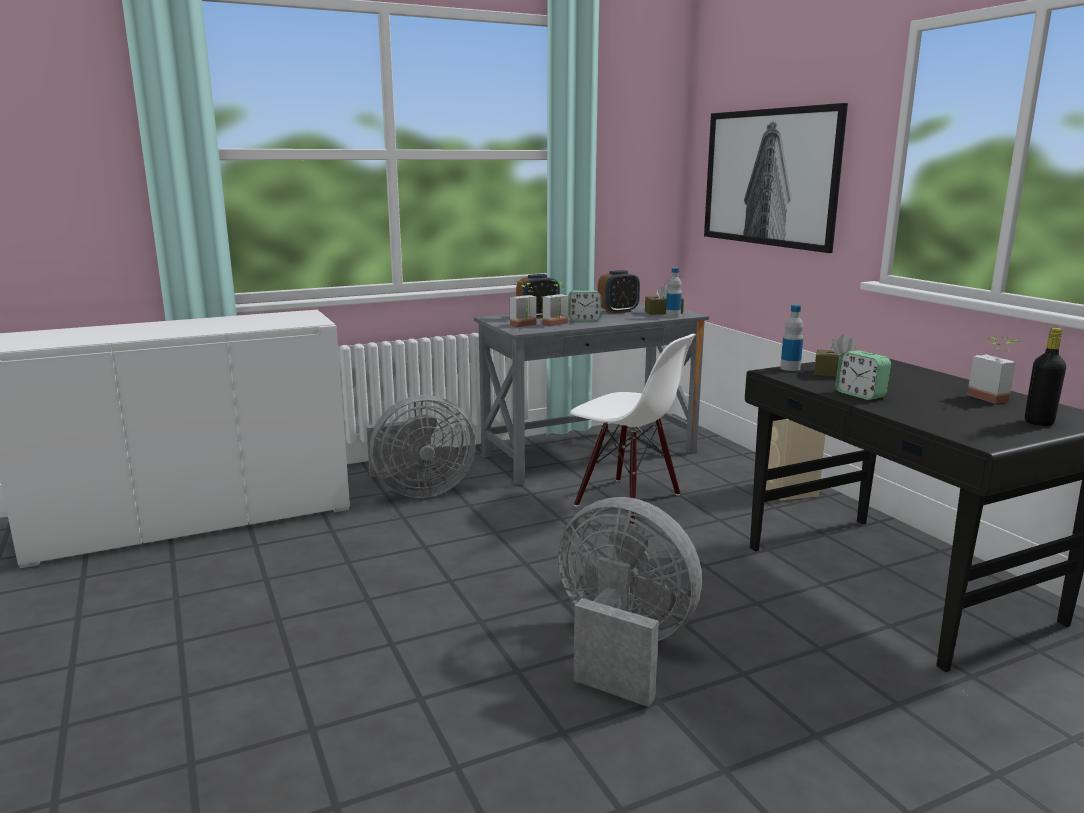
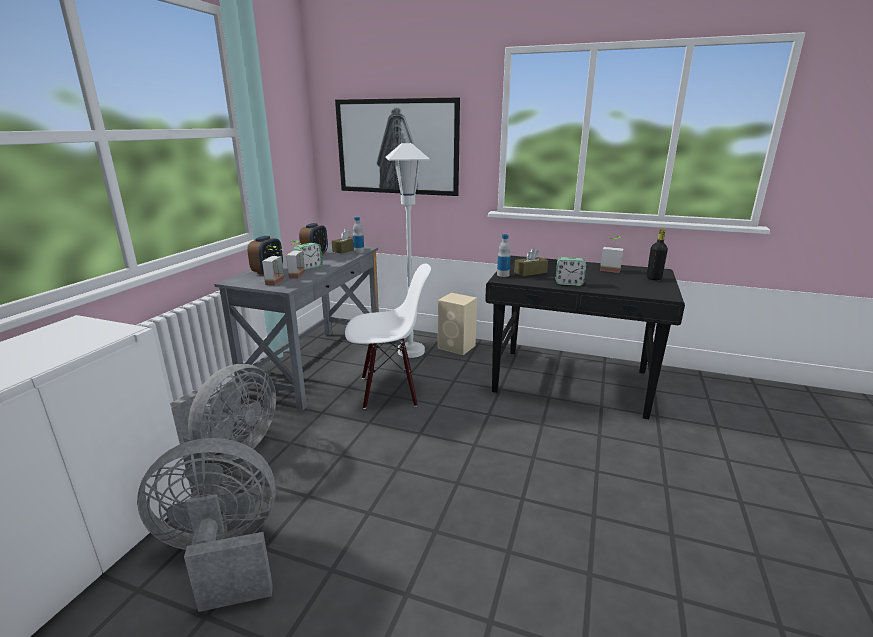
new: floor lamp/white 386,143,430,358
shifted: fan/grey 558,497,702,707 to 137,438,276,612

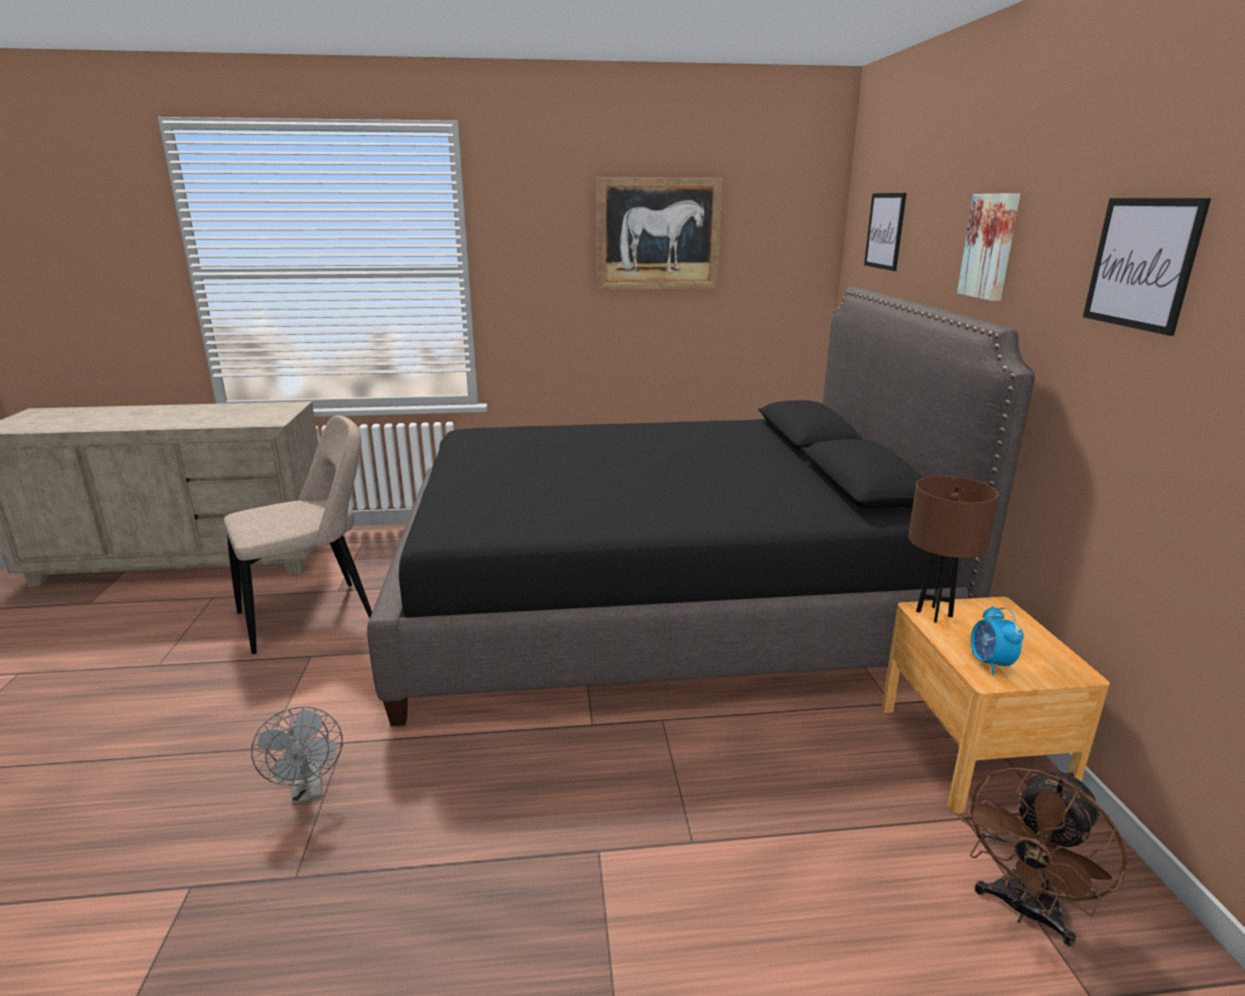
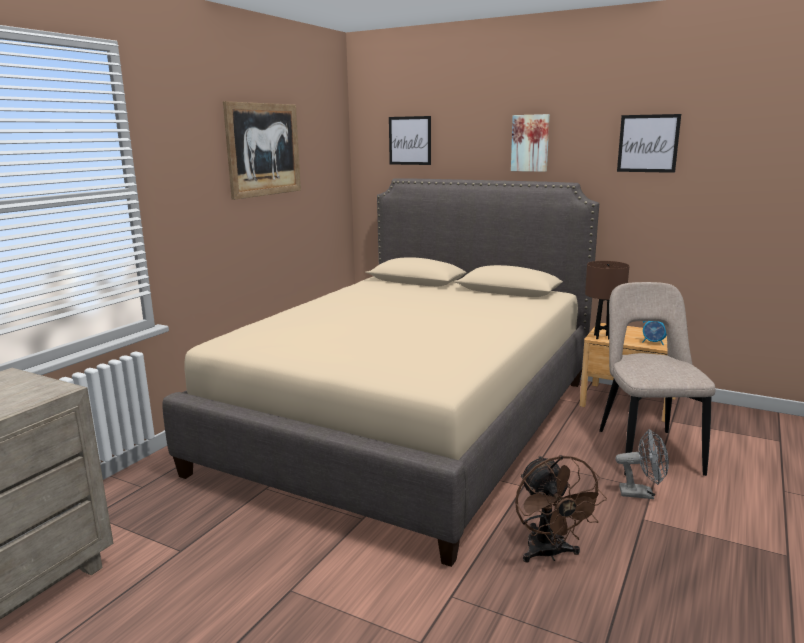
shifted: chair/beige 224,415,372,654 to 599,282,716,476; fan/grey 251,707,343,805 to 615,429,669,499; fan/brown 961,768,1127,946 to 515,455,607,562
repainted: bed/black 367,286,1035,726 to bed/beige 162,178,599,567

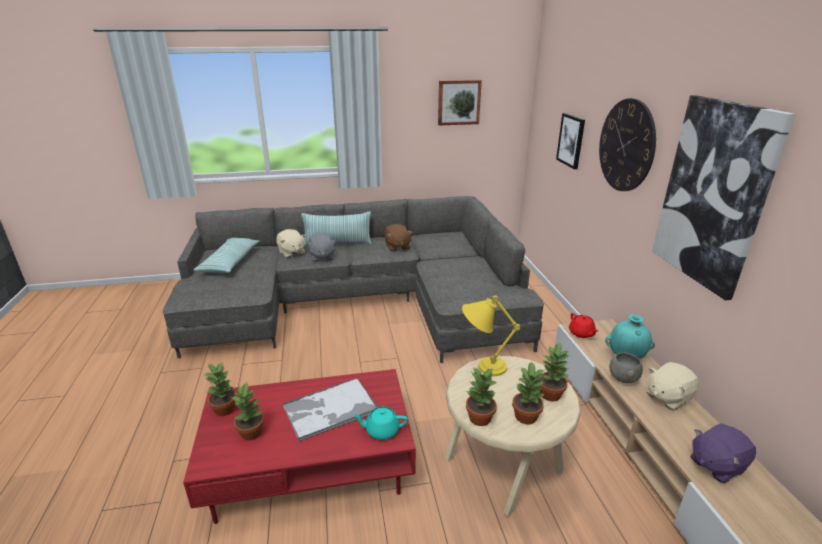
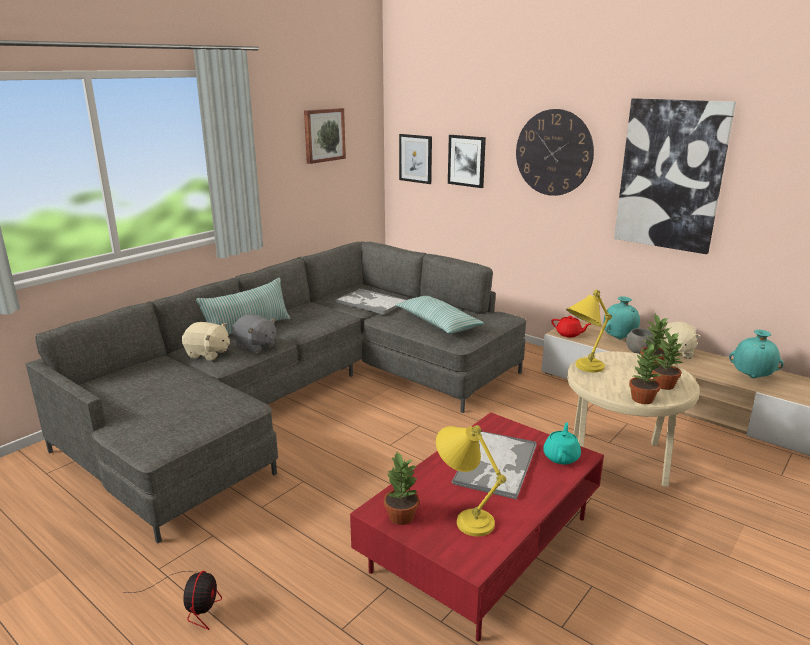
gone: plush toy/brown 384,224,412,252
new: fan 125,571,222,630; tray 335,289,406,315; picture 399,134,432,184
shifted: pillow 193,238,260,273 to 395,296,484,334
swapped: potted plant 231,382,264,440 to table lamp/yellow 436,425,506,537; plush toy/purple 690,423,756,484 to vase/turquoise 729,330,784,378
rotated: teapot/turquoise 353,406,408,440 = 543,422,581,464 150 degrees clockwise

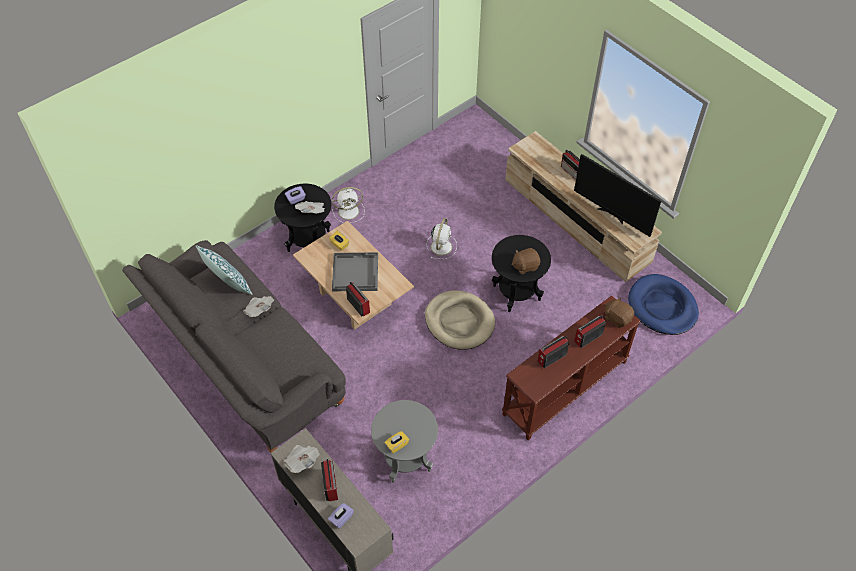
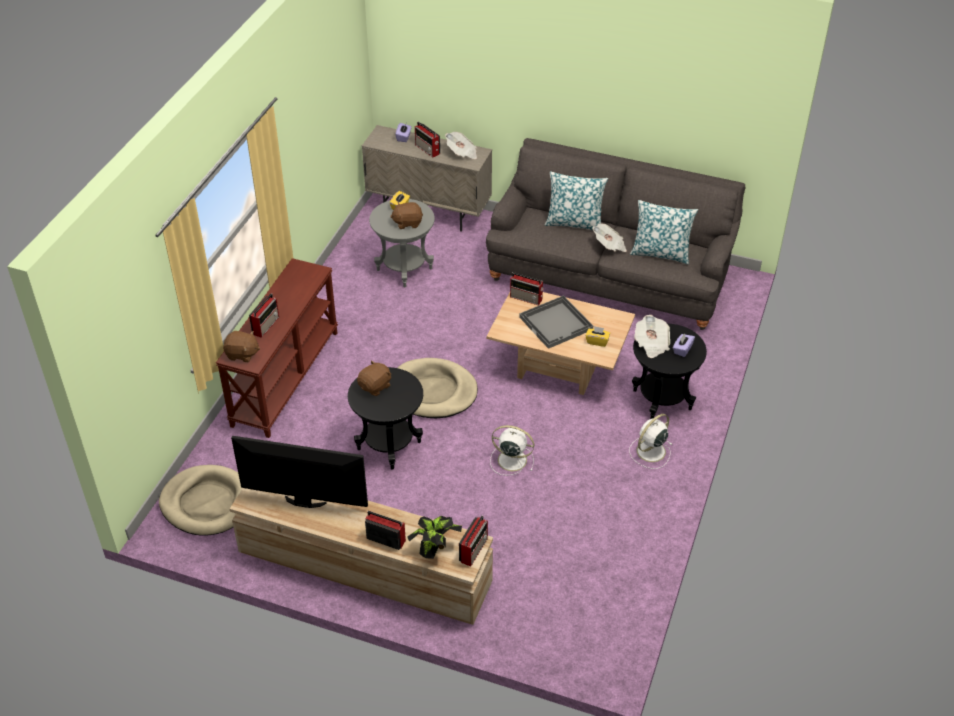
new: plush toy/brown 390,202,423,229; potted plant 407,516,462,559; pillow 545,172,608,230
shifted: radio 538,336,569,368 to 459,516,488,566
repainted: dog bed/blue 628,274,699,335 to dog bed/beige 159,465,242,536
rotated: fan/white 427,218,457,259 = 490,425,534,476 120 degrees clockwise

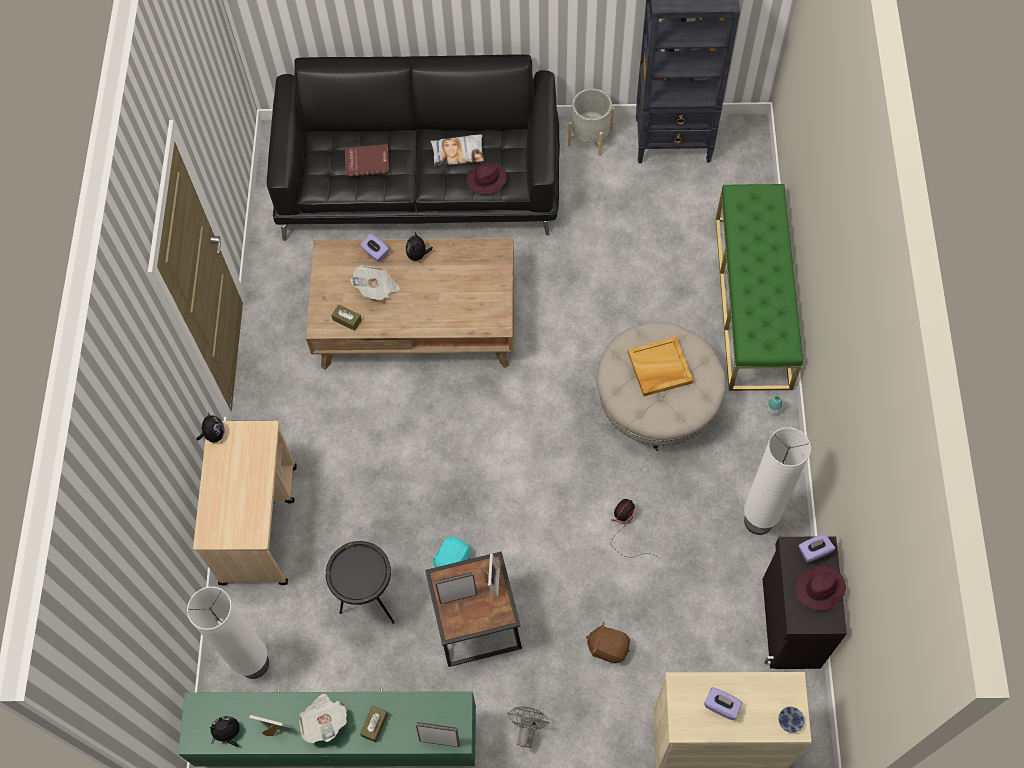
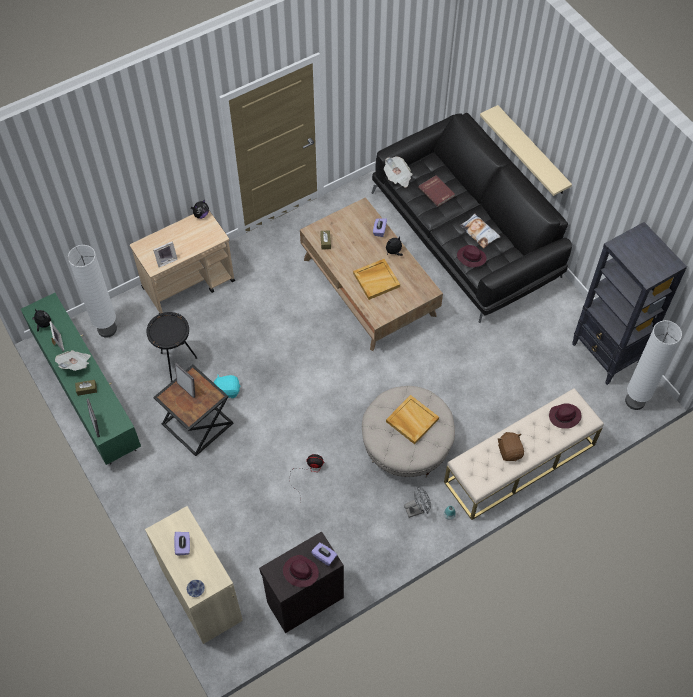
gone: planter/grey 568,89,614,156
new: tray/beige 353,259,400,300; shelf/beige 480,105,572,196; hat/purple 549,403,582,429
shifted: newspaper 350,265,400,301 to 384,156,412,188; picture frame 484,554,500,598 to 153,241,178,268; fan/grey 507,707,549,748 to 404,487,431,518; plush toy/brown 586,622,630,663 to 498,432,524,461; floor lamp/white 744,427,811,535 to 625,320,682,410
repainted: bench/green 716,184,803,391 to bench/beige 444,388,604,520

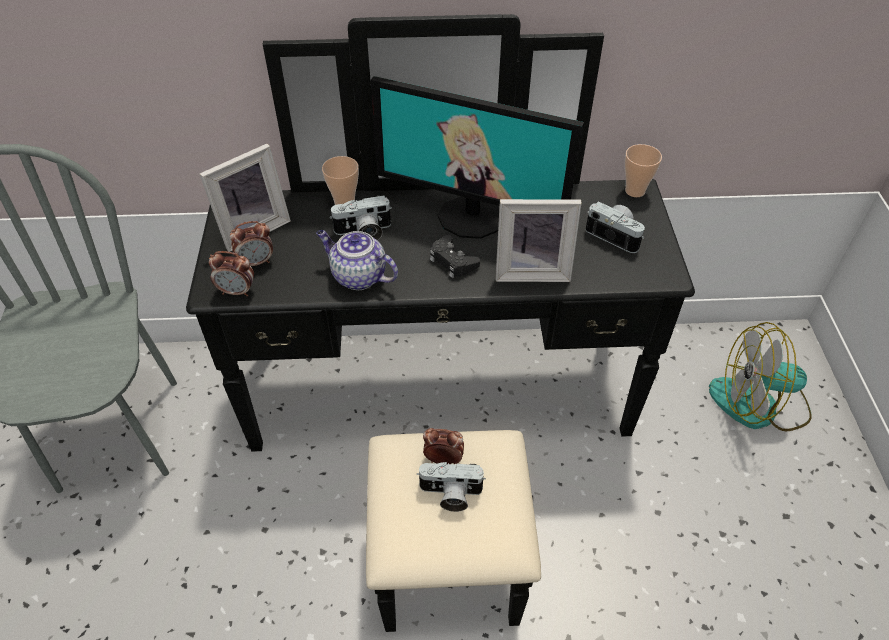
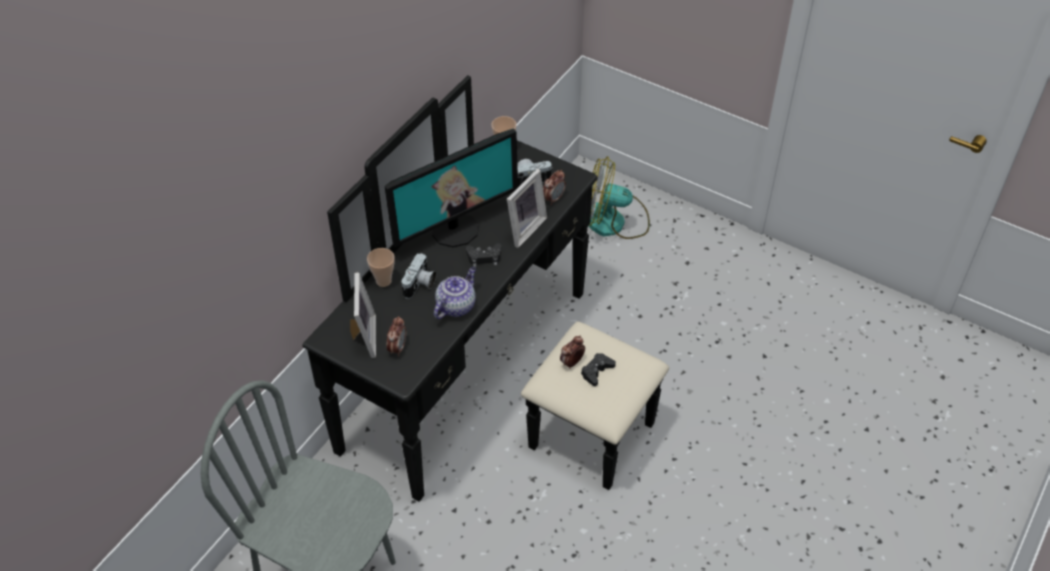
shifted: alarm clock 209,251,254,297 to 543,170,566,205
swapped: photo camera 417,462,486,512 to game controller/black 581,353,616,386
rotated: teapot 316,230,398,290 = 434,267,476,319 150 degrees clockwise; fan 709,322,811,431 = 589,156,650,239 60 degrees clockwise

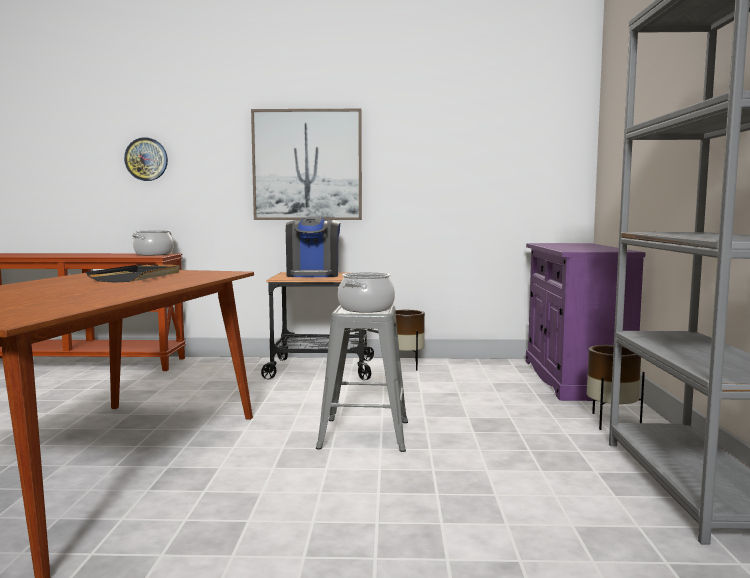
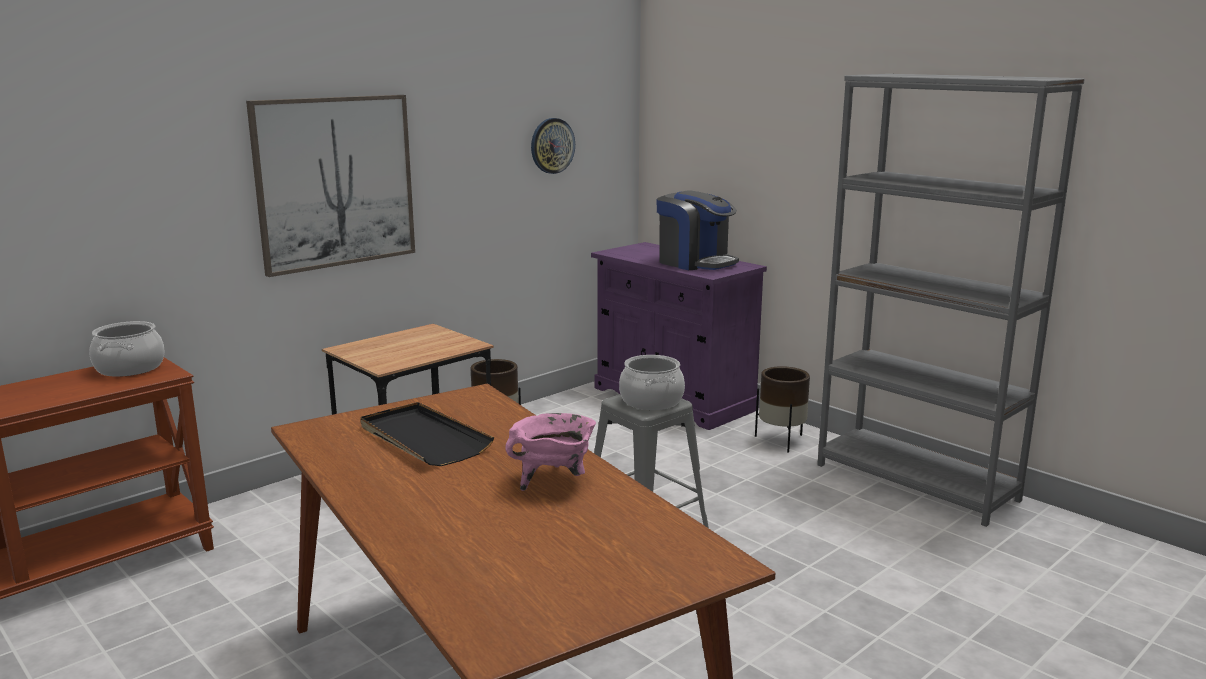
new: cooking pot/pink 505,413,596,491
shifted: wall clock 124,137,168,181 to 531,118,575,174; coffee machine 286,217,340,277 to 656,190,739,270

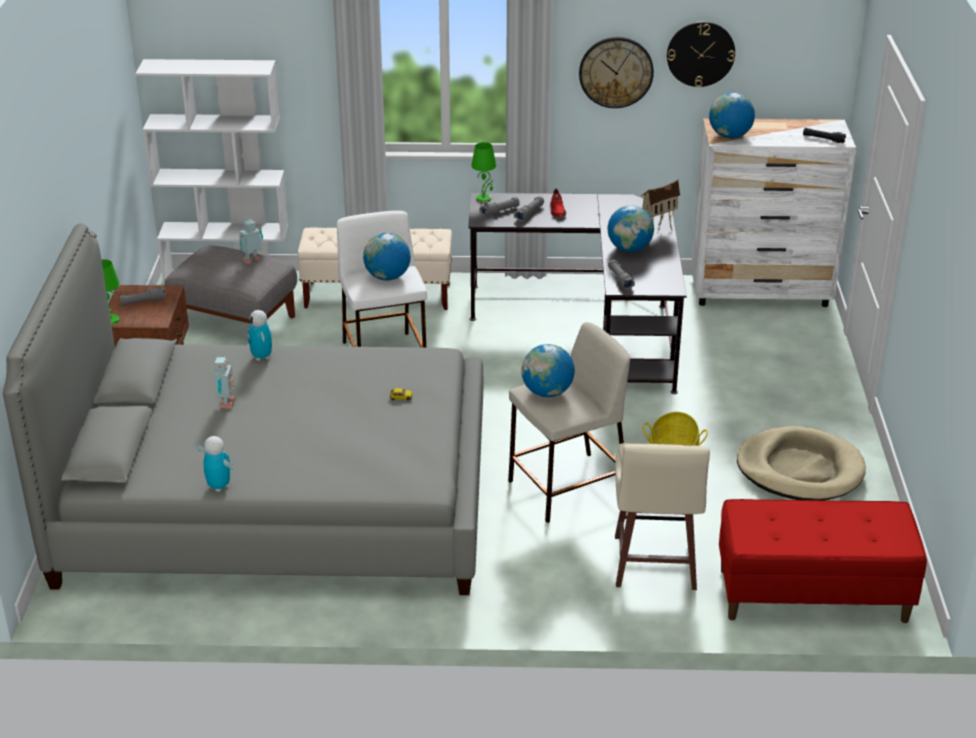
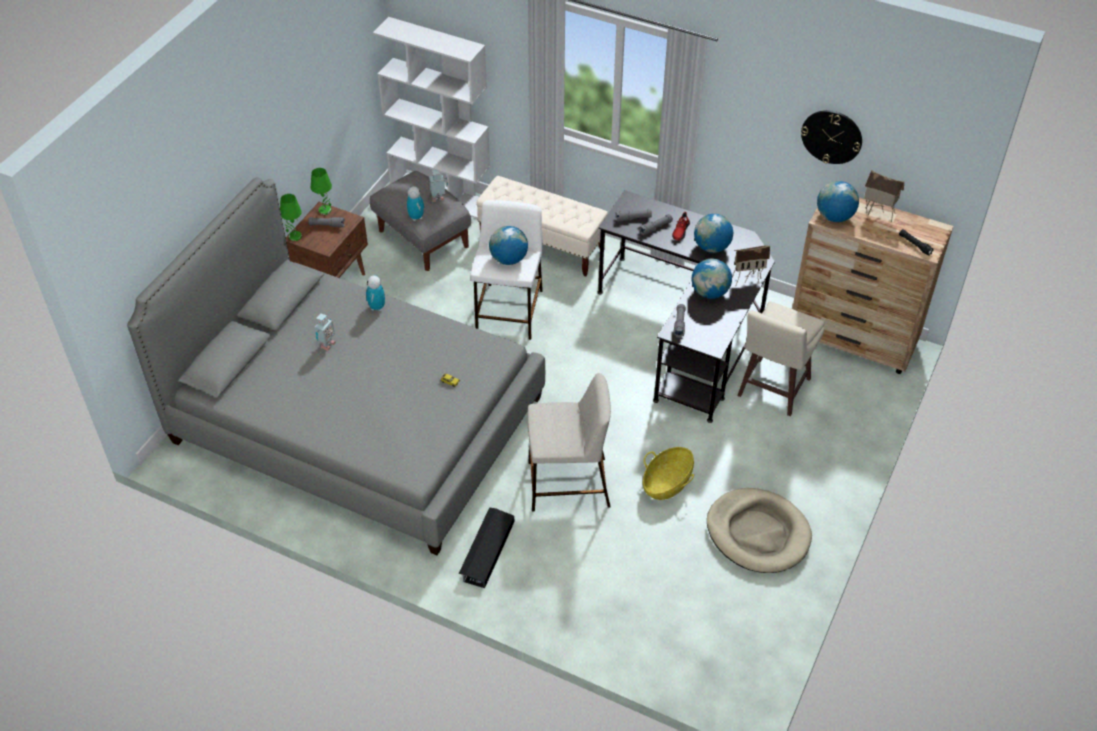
gone: wall clock 579,37,654,108; bench/red 719,499,927,623
new: storage box/black 459,507,514,588; toy house 864,170,904,222
shifted: toy robot 197,436,234,492 to 407,186,424,221; table lamp/green 471,142,496,203 to 311,168,332,215; globe 521,344,575,397 to 694,214,733,253; stool/beige 615,443,710,590 to 737,301,825,416
repainted: dresser/white 691,118,856,307 to dresser/brown 792,198,953,374

